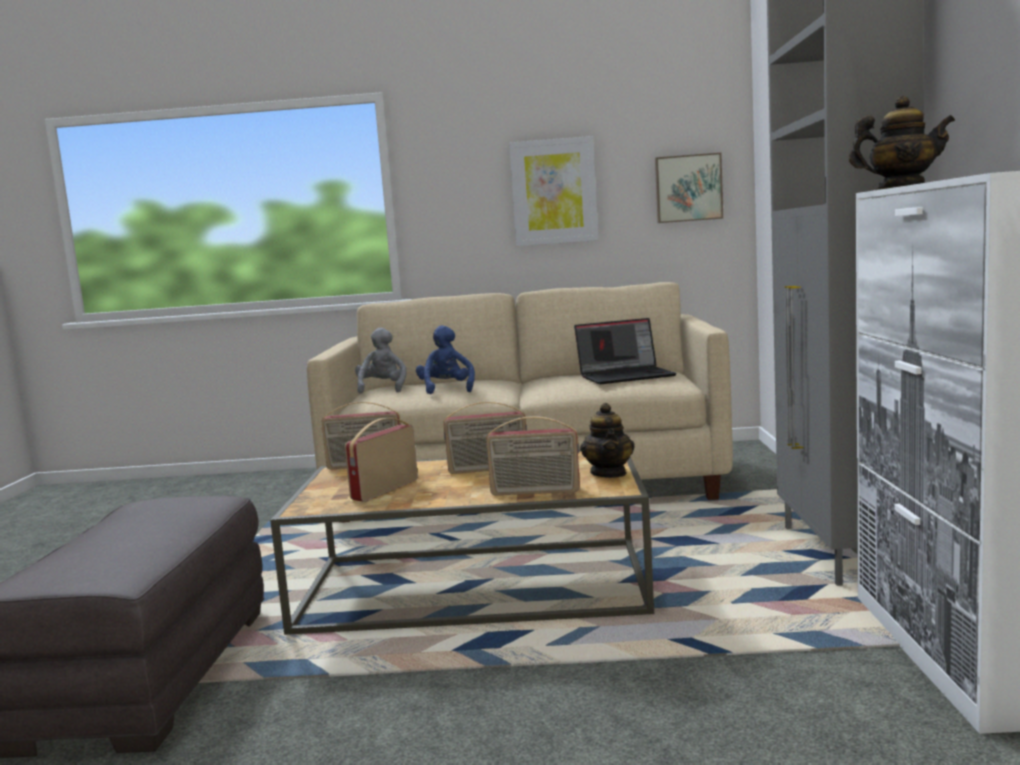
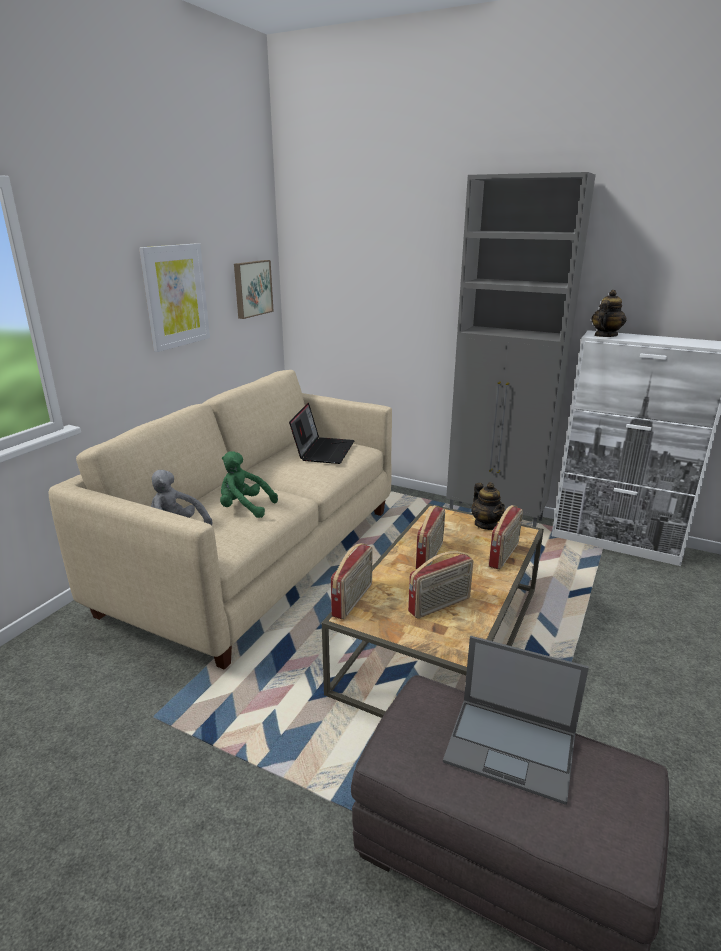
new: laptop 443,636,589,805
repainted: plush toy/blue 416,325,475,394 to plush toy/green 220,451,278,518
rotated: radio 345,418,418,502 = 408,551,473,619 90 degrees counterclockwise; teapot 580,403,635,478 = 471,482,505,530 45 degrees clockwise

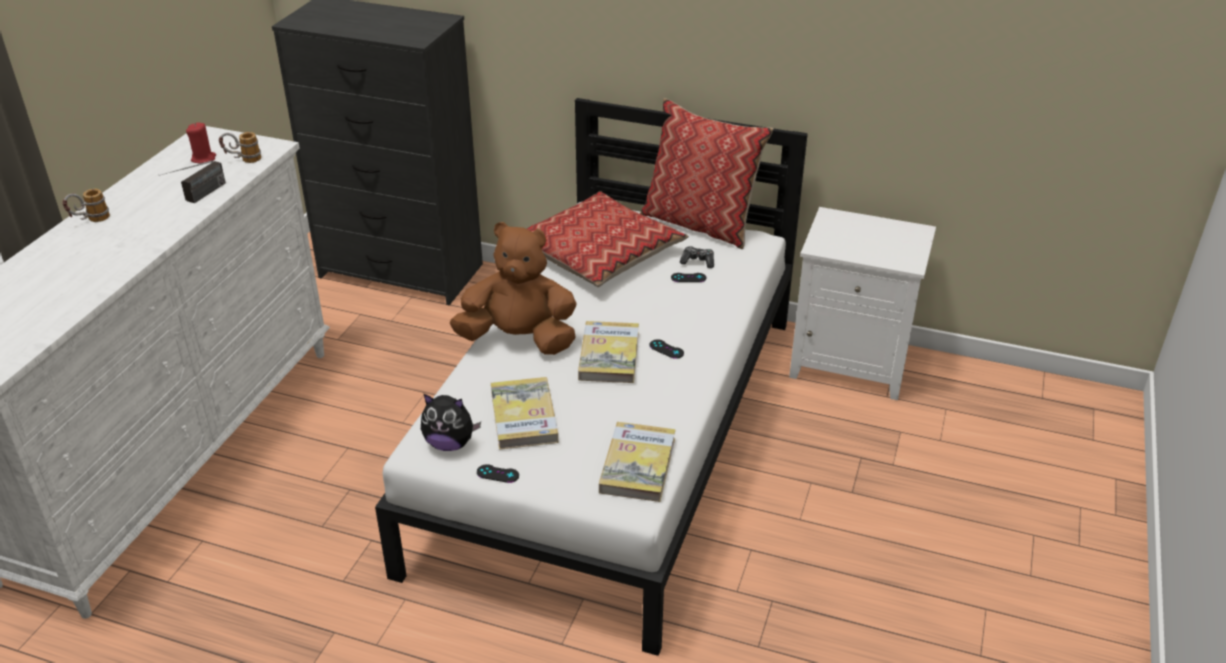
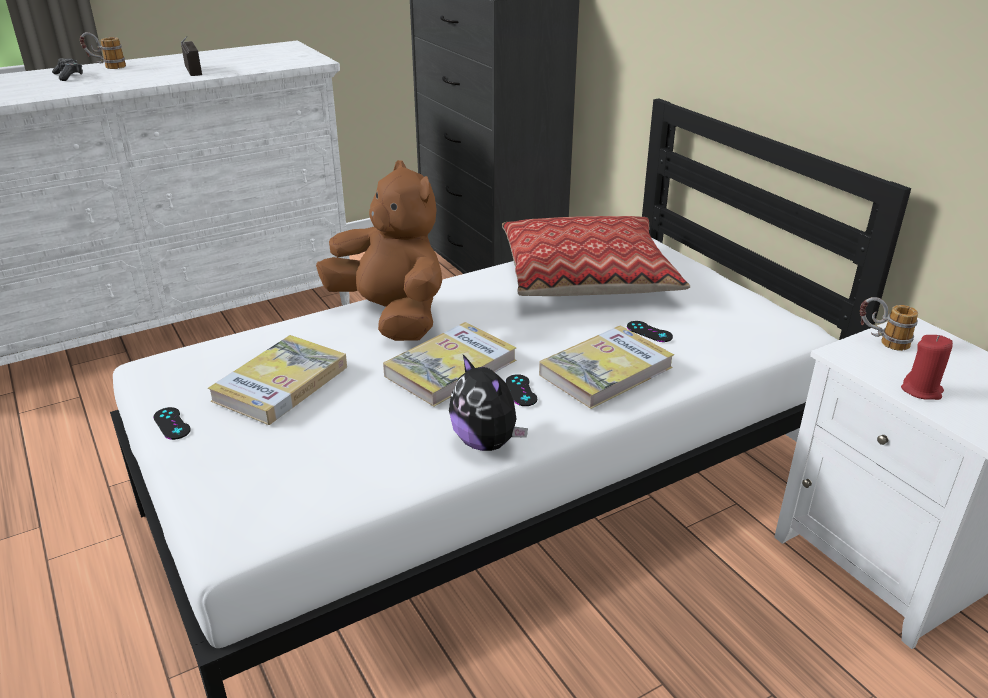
gone: pillow 640,98,774,249
shifted: candle/red 186,123,216,164 to 901,335,953,400; mug 219,132,261,163 to 860,297,918,351; plush toy 421,393,481,451 to 449,355,528,451; book 599,422,676,502 to 539,326,674,409; game controller 680,246,714,268 to 52,58,83,81
rotated: radio 158,161,226,203 = 181,36,202,76 90 degrees counterclockwise

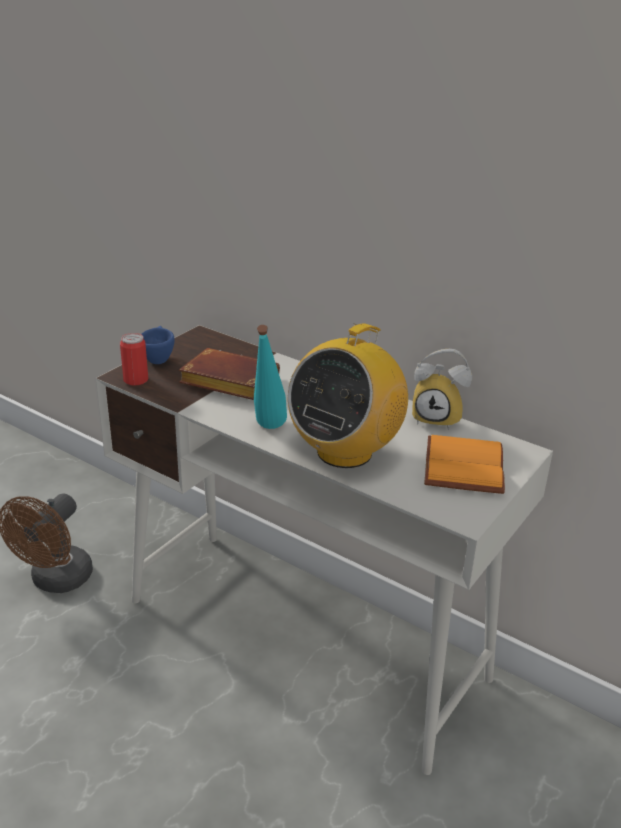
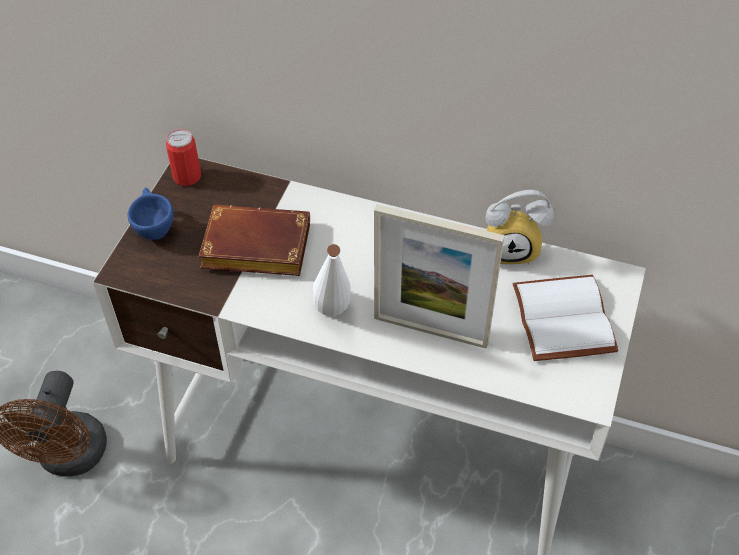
shifted: can 120,333,148,386 to 166,129,201,186
swapped: radio 288,324,408,468 to picture frame 374,204,505,349
repainted: bottle/turquoise 254,325,287,429 to bottle/white 313,244,351,316; book/orange 424,435,505,494 to book/white 512,275,619,361

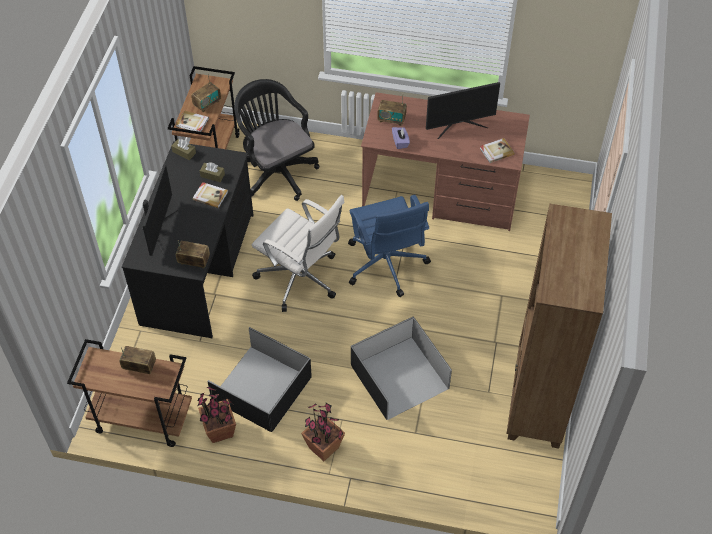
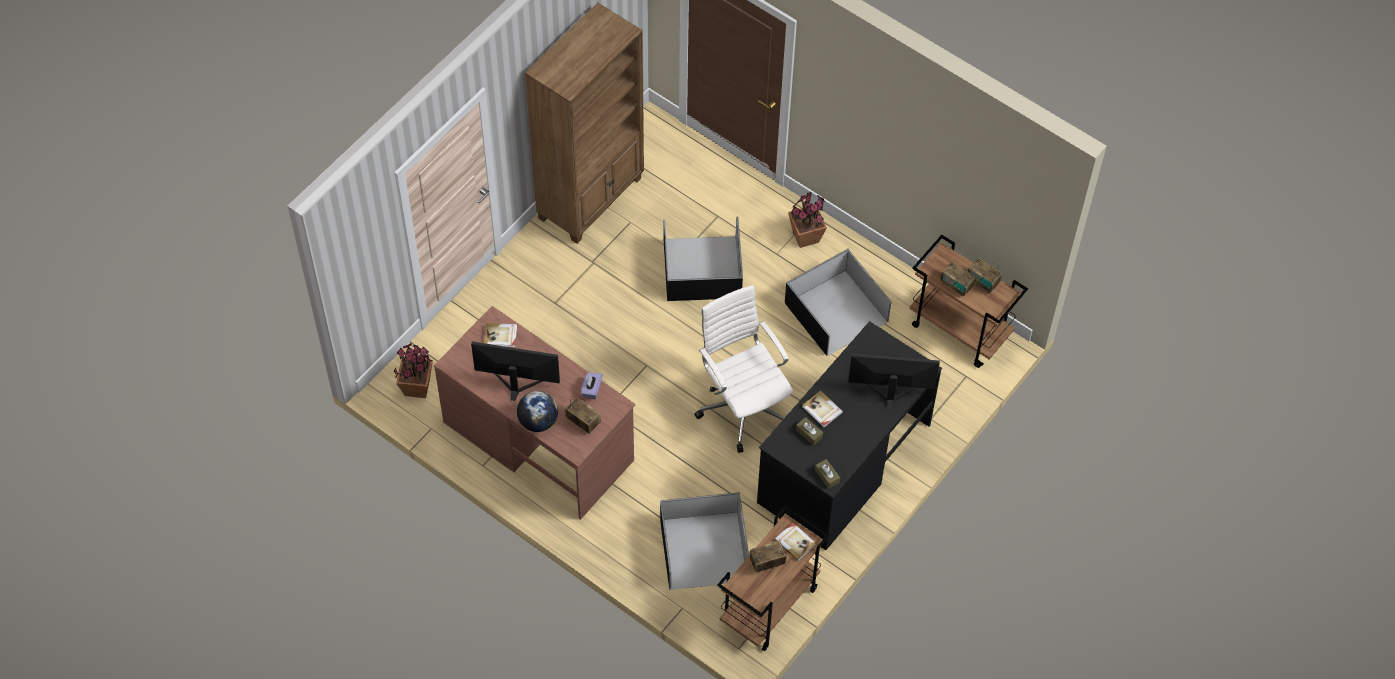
gone: office chair/blue 348,195,431,297
new: globe 517,391,558,432
shifted: radio 176,240,210,268 to 968,258,1002,293; potted plant 197,386,236,443 to 394,343,433,398
swapped: office chair/black 234,79,320,201 to storage box/black 660,492,749,590
rotated: monitor 141,164,178,256 = 848,354,940,410 60 degrees clockwise

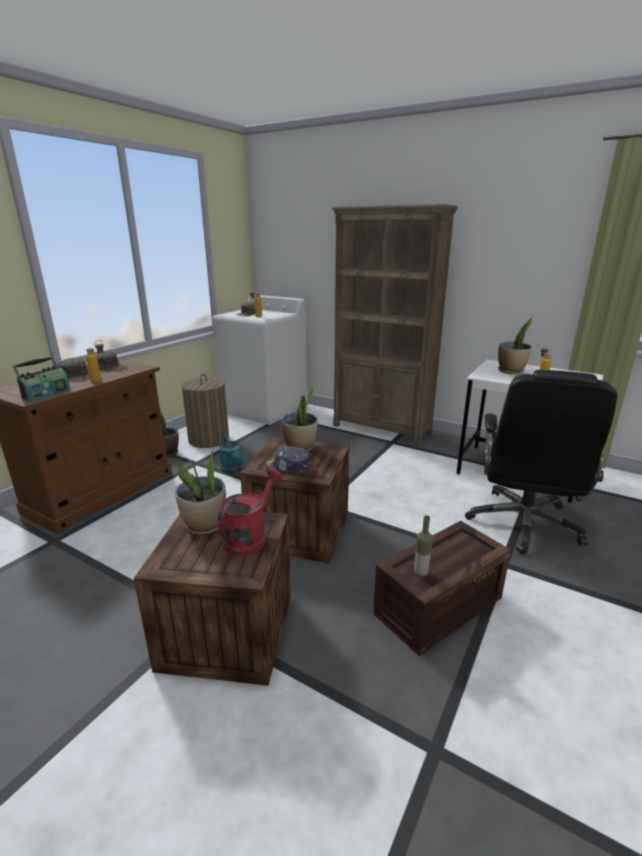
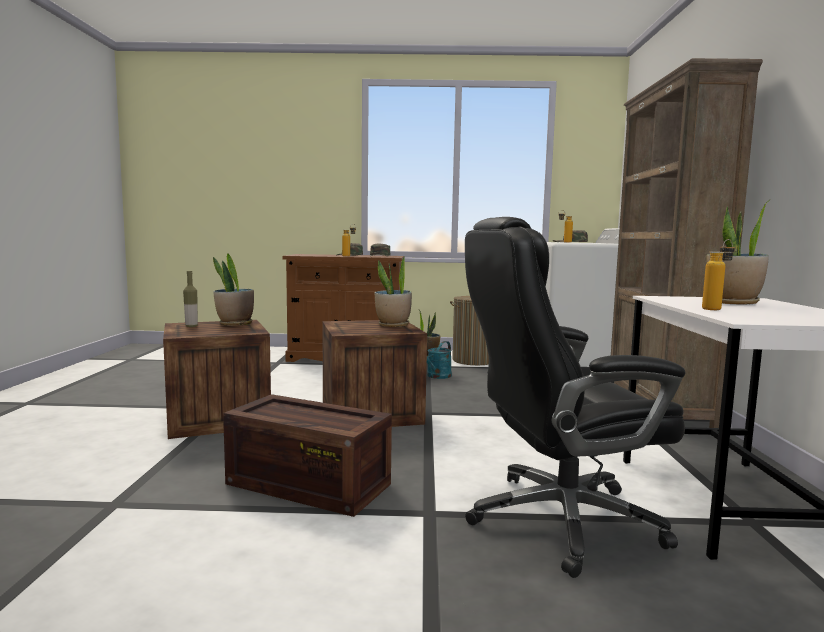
gone: radio 13,357,70,402; watering can/red 218,468,283,556; cap 265,446,312,474
shifted: bottle 414,515,433,577 to 183,271,198,327

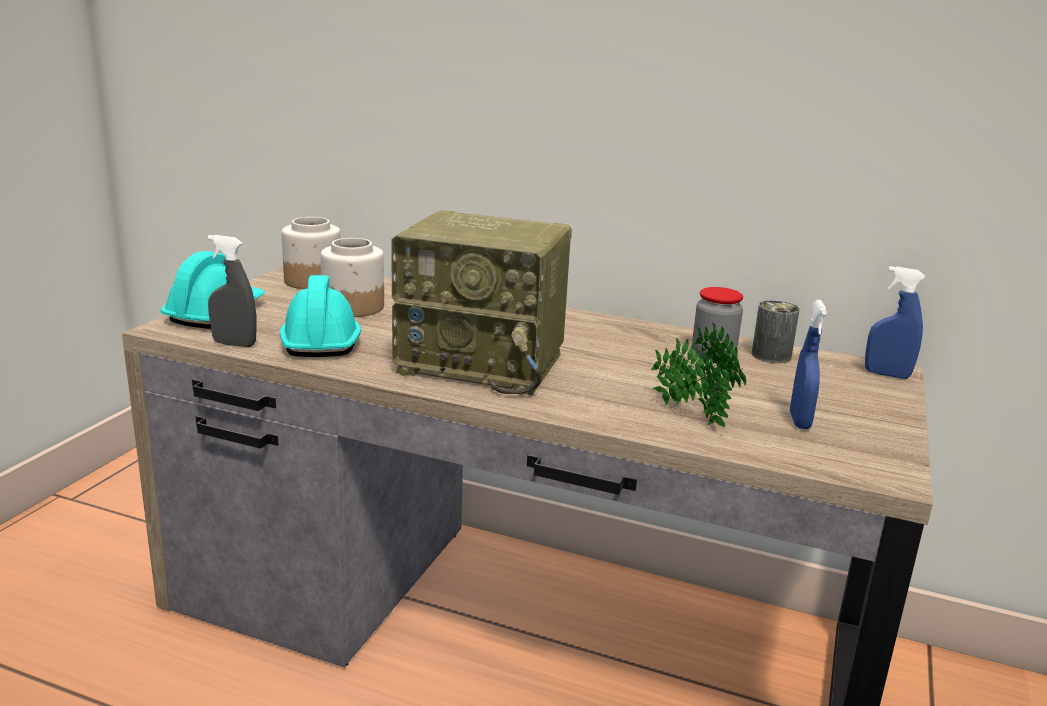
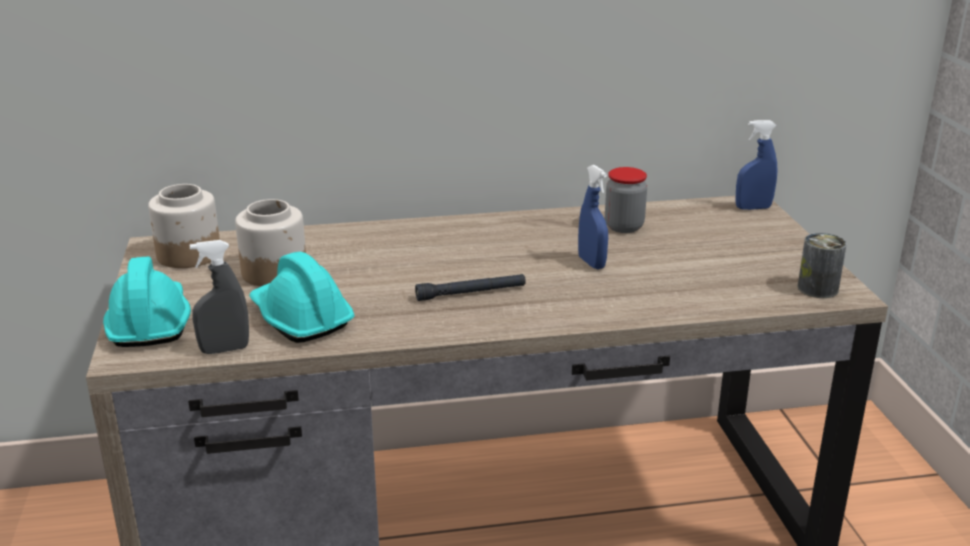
gone: potted plant 651,323,746,428
shifted: can 752,300,800,363 to 797,233,847,298; spray bottle/blue 790,300,827,429 to 578,165,608,269
swapped: radio 391,210,572,395 to flashlight/black 415,274,526,301

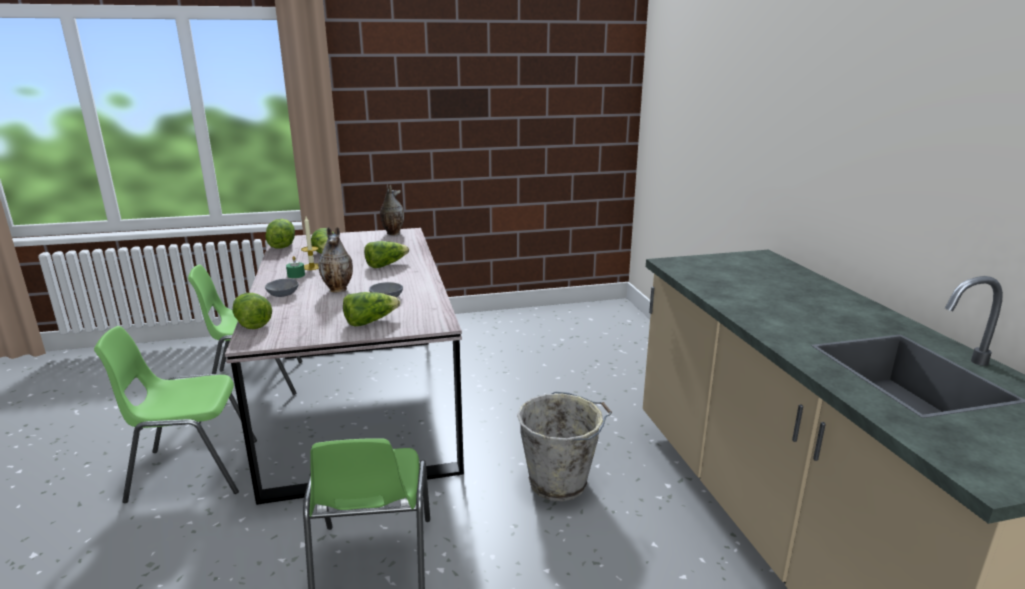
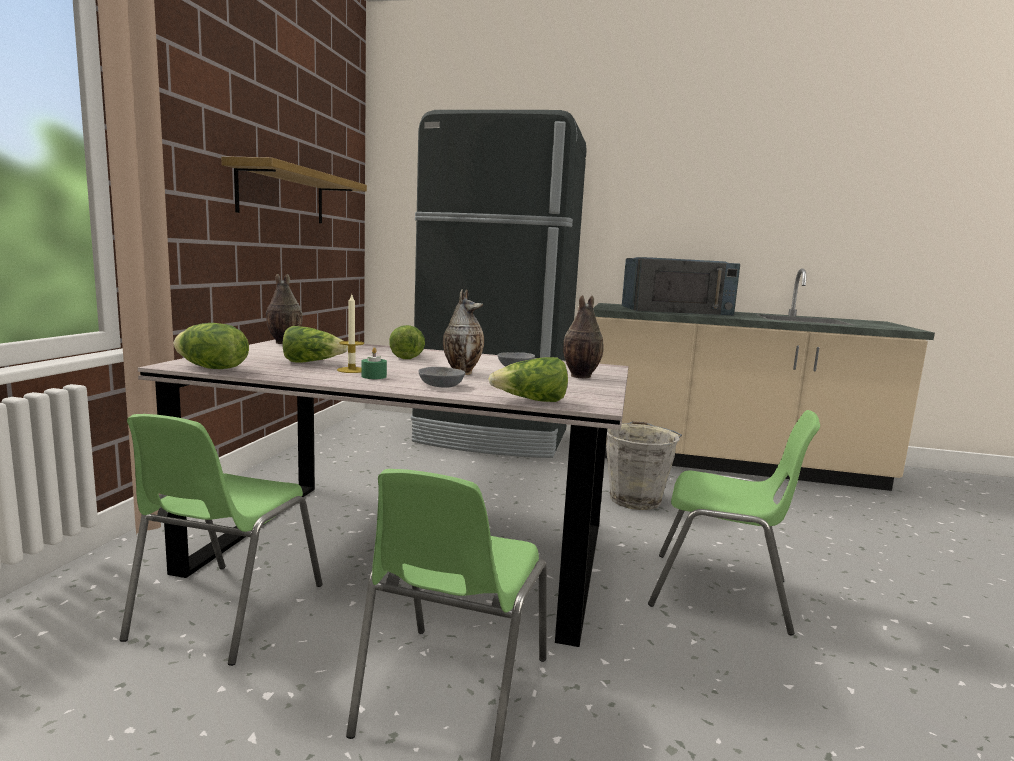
new: shelf 221,156,367,223; fridge/black 411,110,587,458; microwave/blue 622,257,740,315
swapped: lettuce 343,292,400,327 to vase 563,295,604,378

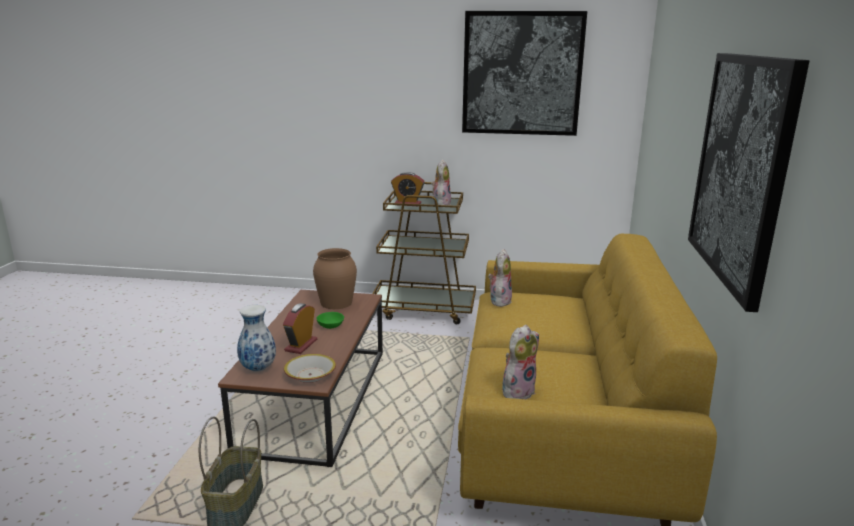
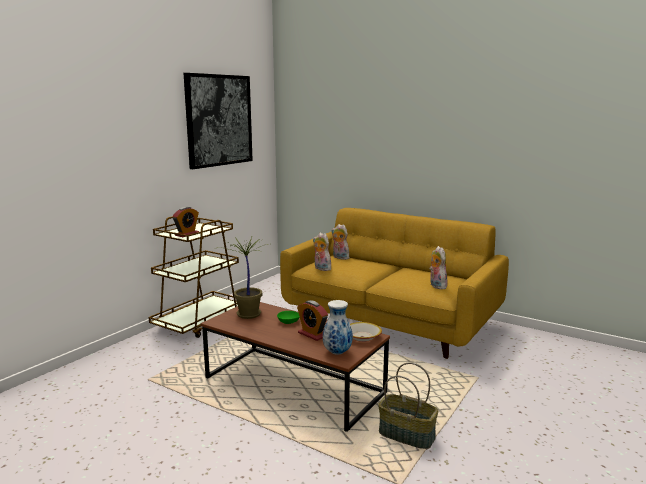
gone: picture 688,53,809,312
shifted: plush toy 431,160,451,205 to 331,224,349,260
swapped: vase/brown 313,248,357,309 to potted plant 218,237,272,319

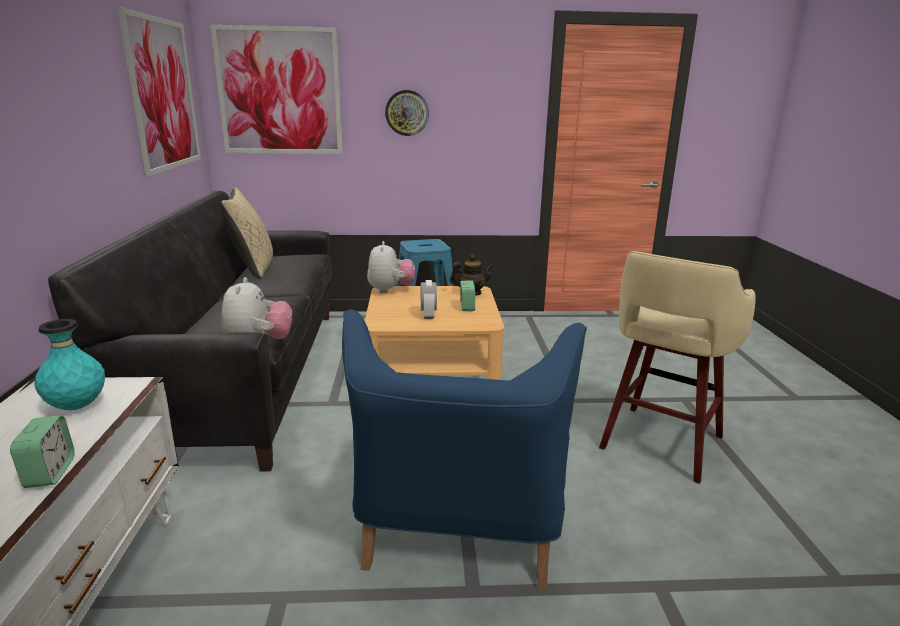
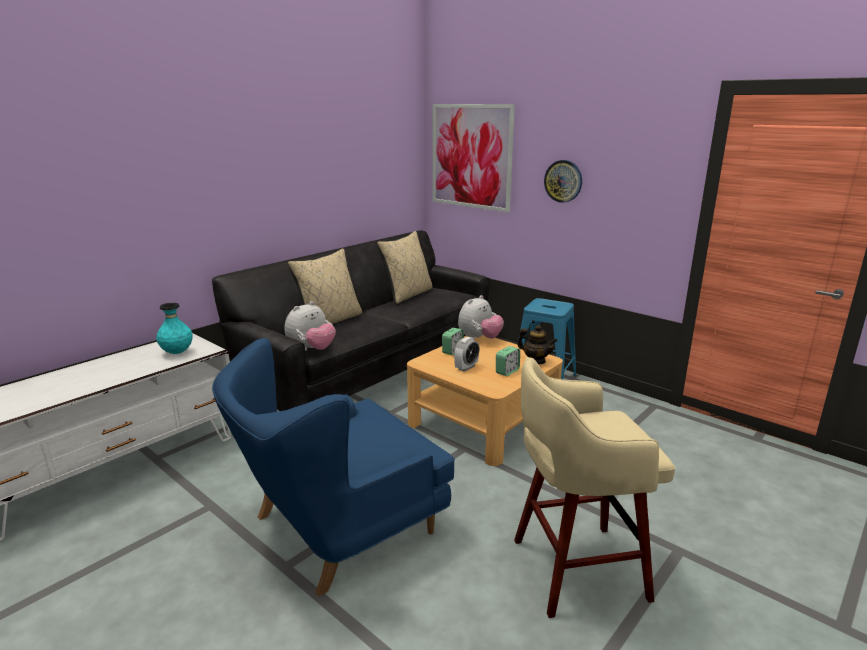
gone: picture 117,7,201,176
new: pillow/beige 288,248,362,324
shifted: alarm clock 10,415,75,488 to 442,328,464,355

